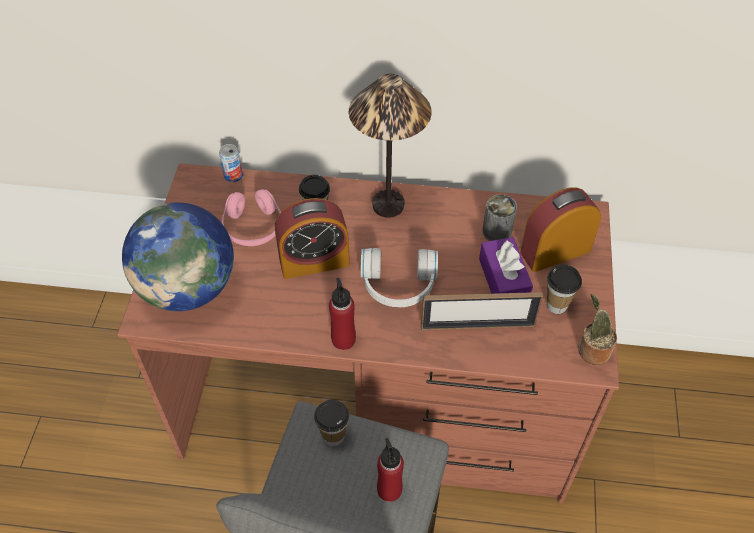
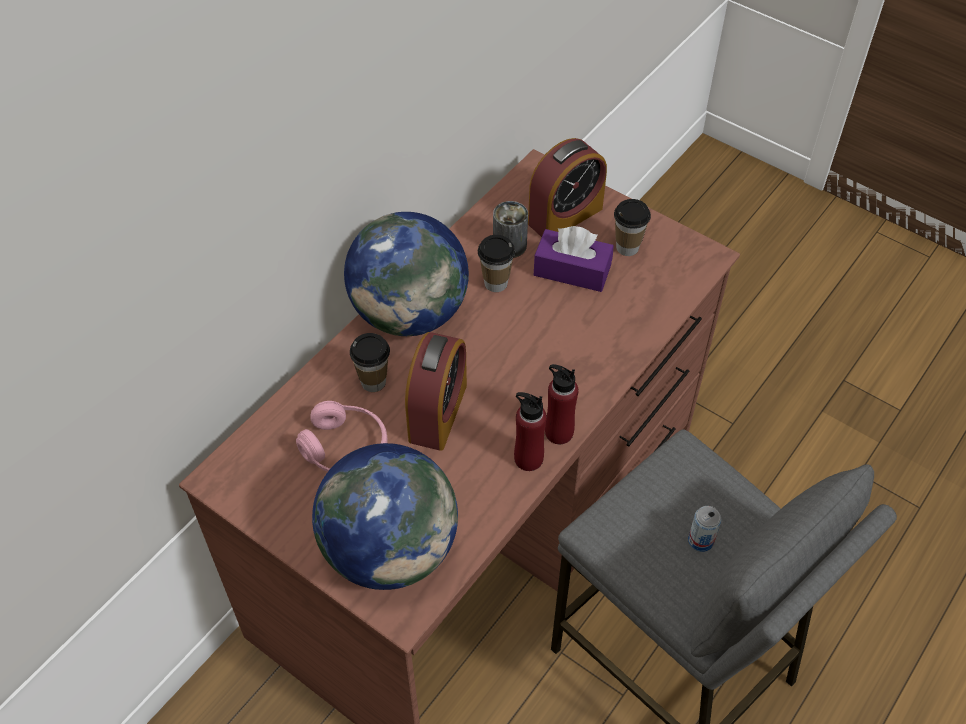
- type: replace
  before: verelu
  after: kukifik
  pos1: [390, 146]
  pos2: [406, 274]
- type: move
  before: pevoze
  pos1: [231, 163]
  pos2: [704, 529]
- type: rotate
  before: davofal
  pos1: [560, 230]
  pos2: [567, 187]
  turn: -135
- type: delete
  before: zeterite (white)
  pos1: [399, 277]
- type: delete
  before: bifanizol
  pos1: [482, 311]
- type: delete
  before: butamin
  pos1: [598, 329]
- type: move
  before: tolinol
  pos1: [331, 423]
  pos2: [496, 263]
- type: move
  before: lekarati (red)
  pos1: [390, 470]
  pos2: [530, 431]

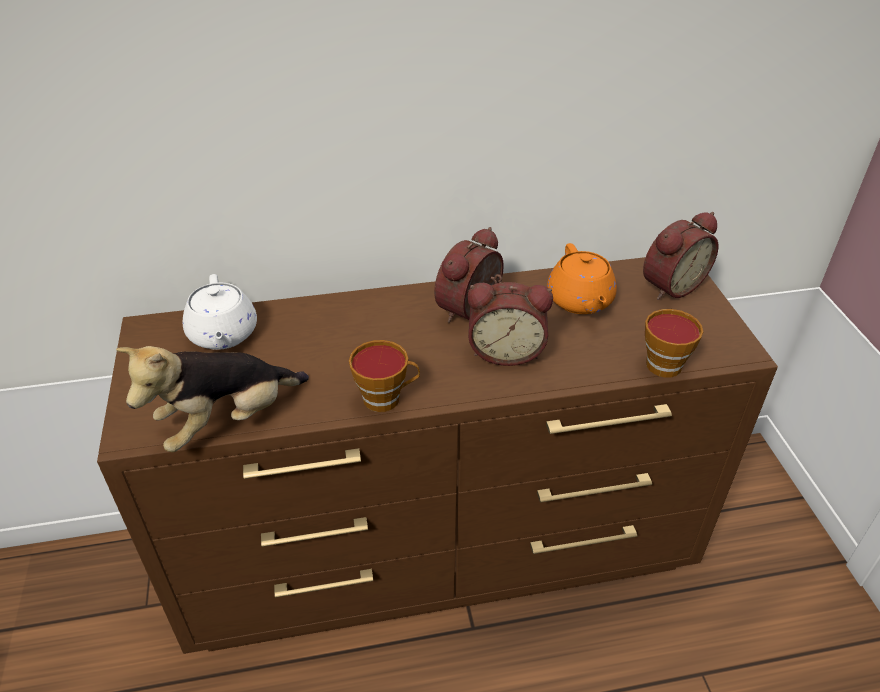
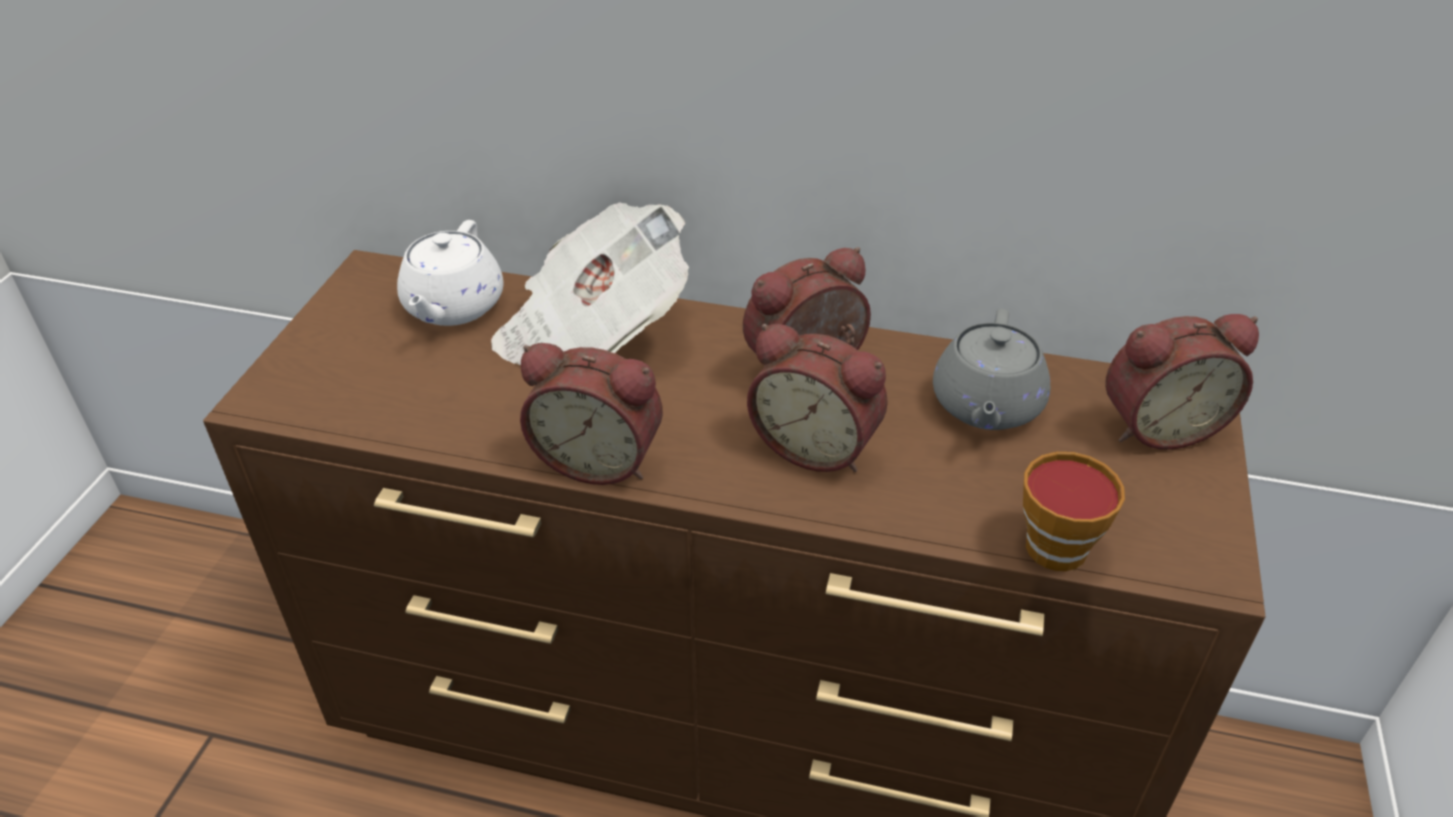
- type: recolor
  before: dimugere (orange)
  after: dimugere (grey)
  pos1: [582, 278]
  pos2: [991, 369]
- type: replace
  before: tolinol
  after: davofal
  pos1: [384, 376]
  pos2: [591, 414]
- type: delete
  before: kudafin
  pos1: [212, 399]
- type: insert
  after: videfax
  pos2: [590, 283]

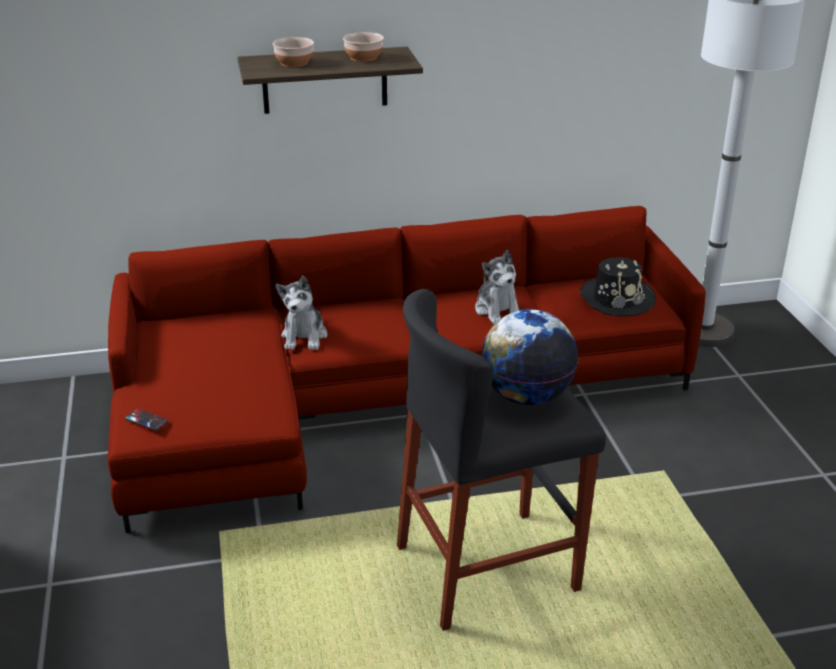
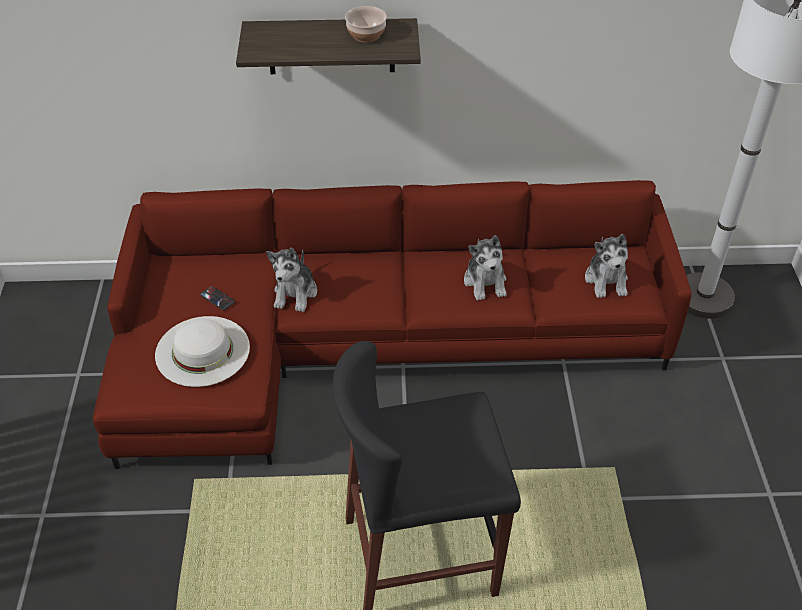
- type: delete
  before: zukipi
  pos1: [293, 52]
- type: replace
  before: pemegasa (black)
  after: kudafin
  pos1: [618, 286]
  pos2: [606, 266]
- type: delete
  before: kukifik
  pos1: [529, 357]
- type: move
  before: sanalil
  pos1: [146, 420]
  pos2: [217, 298]
- type: insert
  after: pemegasa (white)
  pos2: [202, 351]

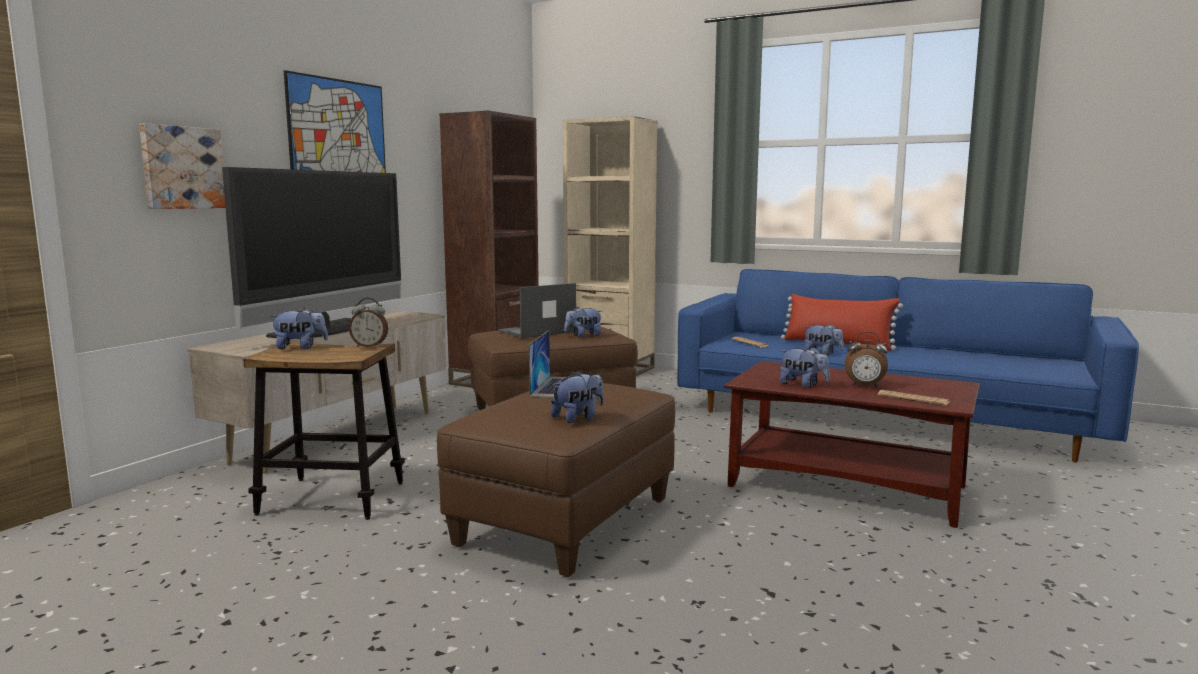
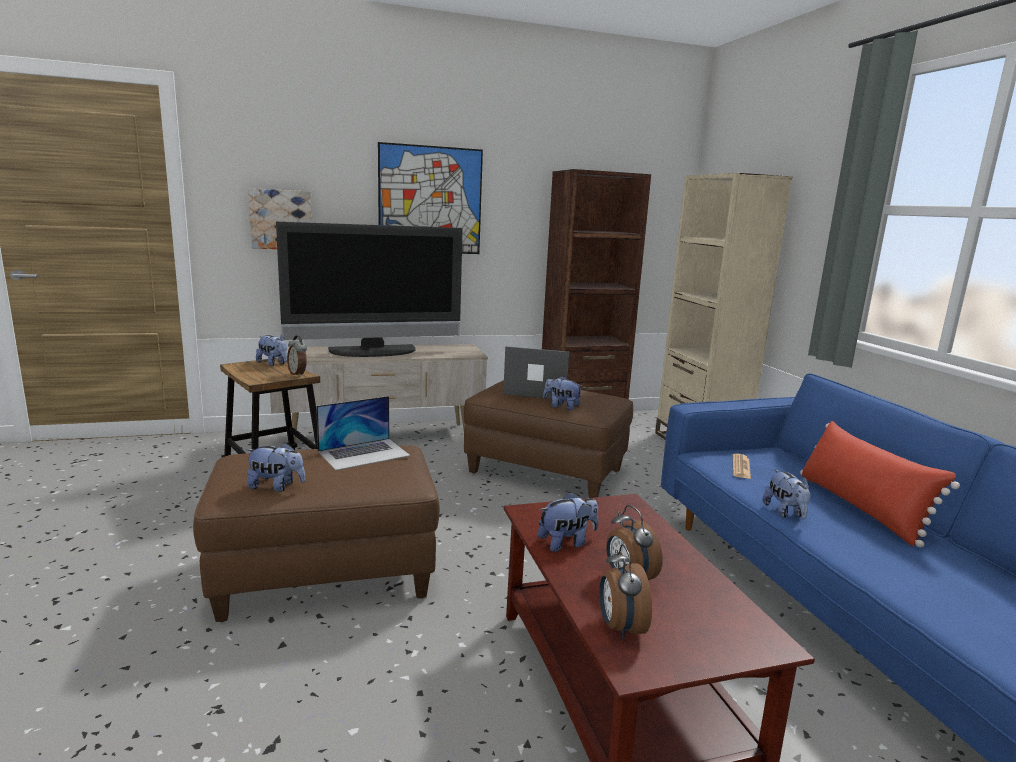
- type: rotate
  before: kudafin
  pos1: [805, 367]
  pos2: [568, 521]
  turn: -105
- type: replace
  before: videfax
  after: davofal
  pos1: [914, 398]
  pos2: [625, 591]

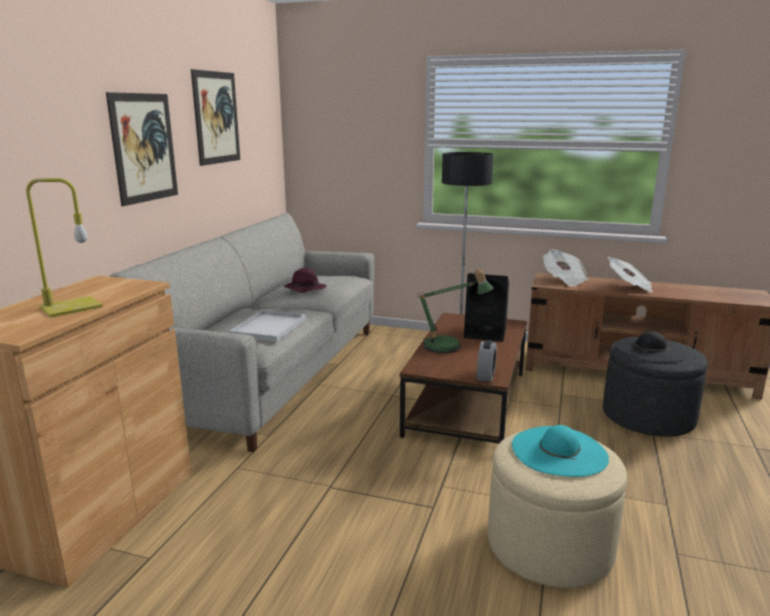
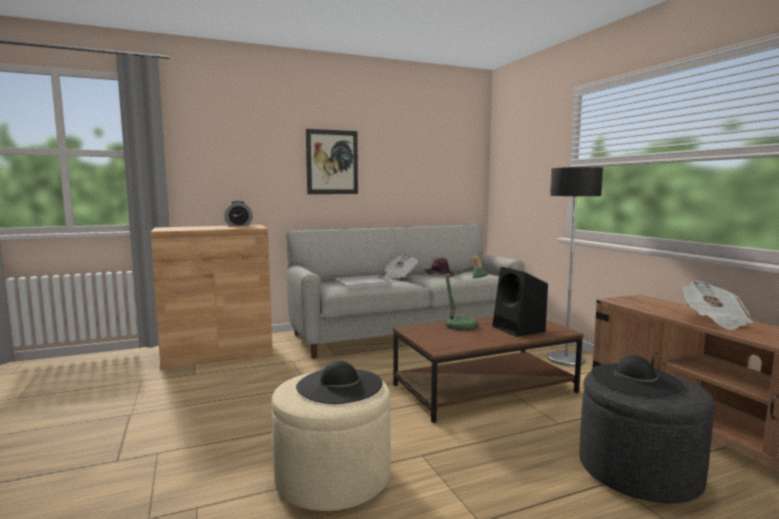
- type: delete
  before: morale
  pos1: [215, 117]
- type: delete
  before: verelu (yellow)
  pos1: [64, 248]
- type: move
  before: videfax
  pos1: [566, 268]
  pos2: [401, 266]
- type: move
  before: davofal
  pos1: [487, 361]
  pos2: [238, 213]
- type: recolor
  before: pemegasa (turquoise)
  after: pemegasa (black)
  pos1: [560, 451]
  pos2: [339, 382]

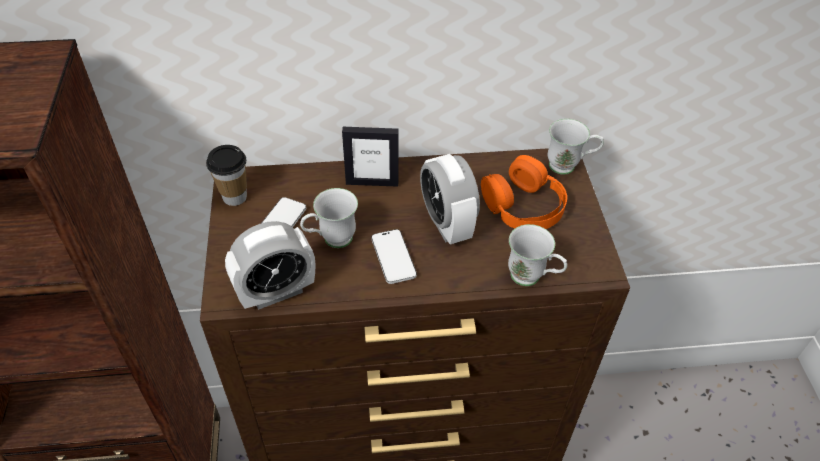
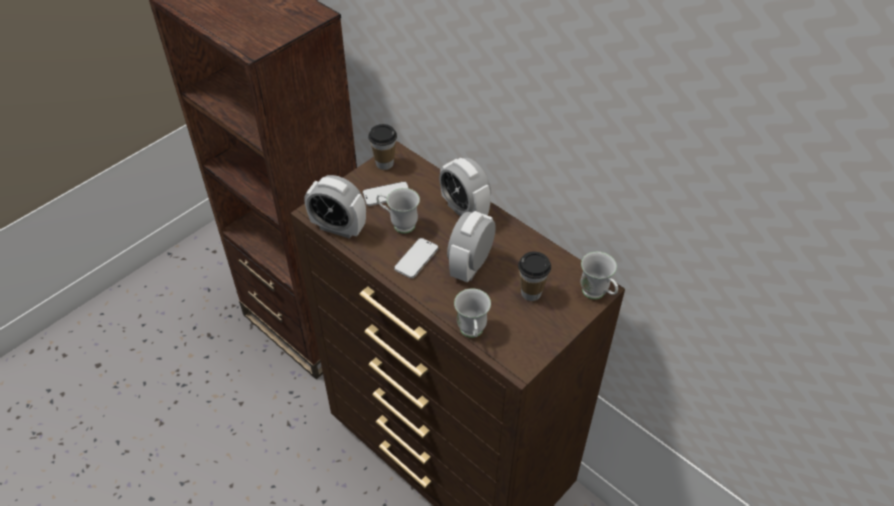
- type: replace
  before: bifanizol
  after: davofal
  pos1: [370, 157]
  pos2: [465, 187]
- type: replace
  before: zeterite (orange)
  after: tolinol
  pos1: [524, 192]
  pos2: [534, 276]

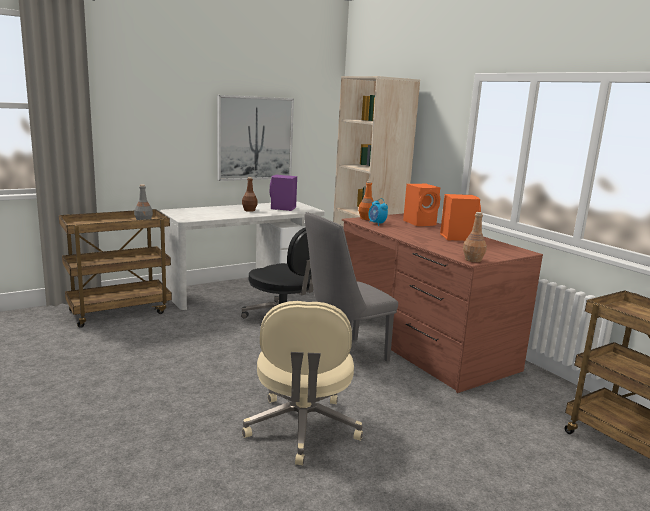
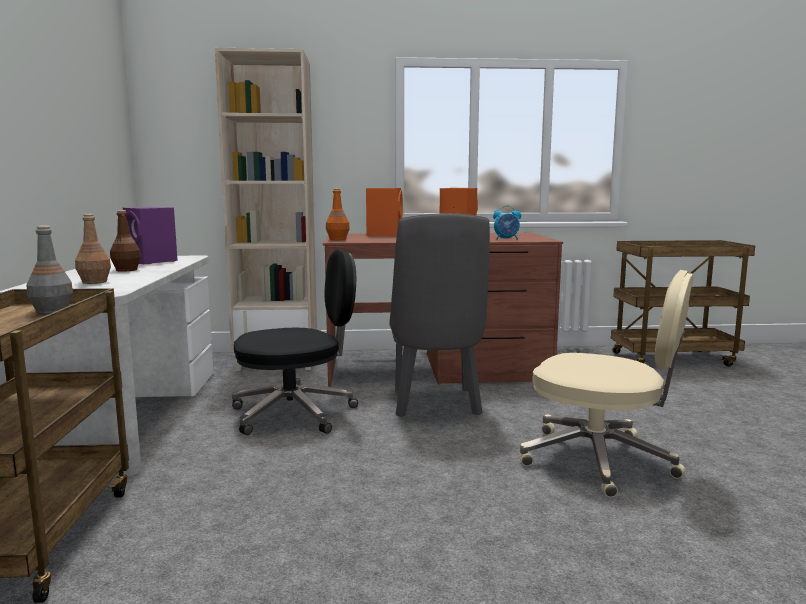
- type: delete
  before: morale
  pos1: [255, 138]
- type: move
  before: davofal
  pos1: [378, 212]
  pos2: [507, 222]
- type: move
  before: lekarati (brown)
  pos1: [475, 237]
  pos2: [93, 249]

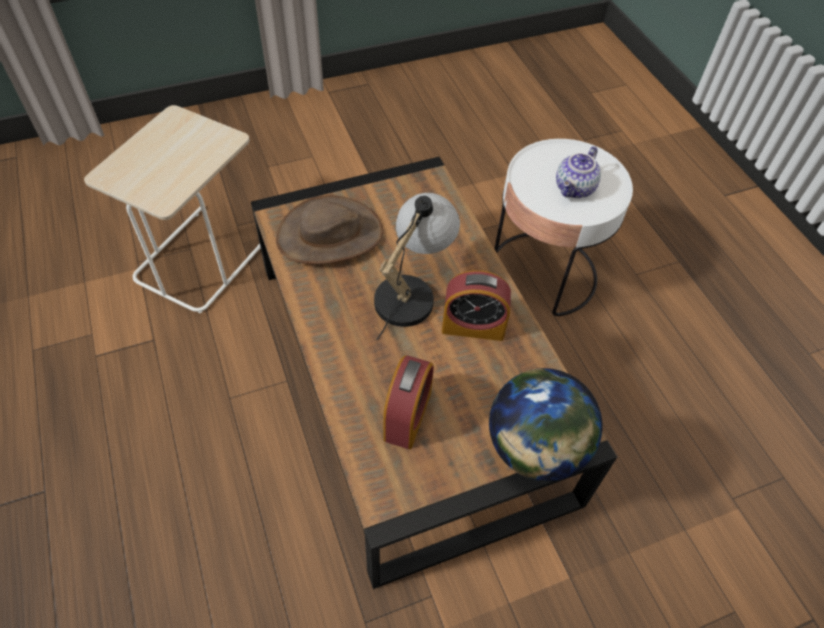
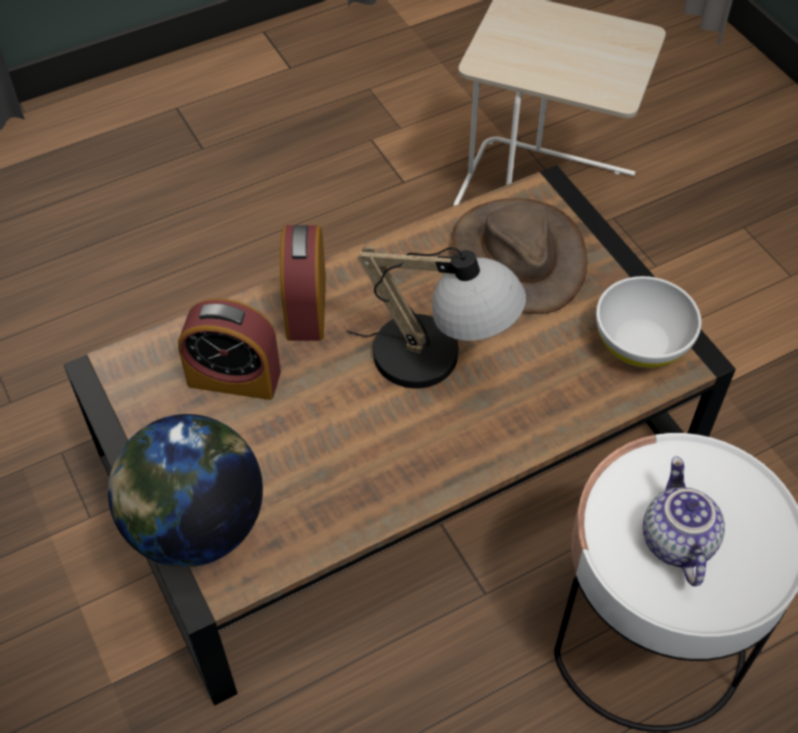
- type: rotate
  before: dimugere
  pos1: [578, 172]
  pos2: [684, 521]
  turn: 60
- type: move
  before: davofal
  pos1: [476, 305]
  pos2: [303, 283]
- type: insert
  after: zukipi (white)
  pos2: [648, 322]

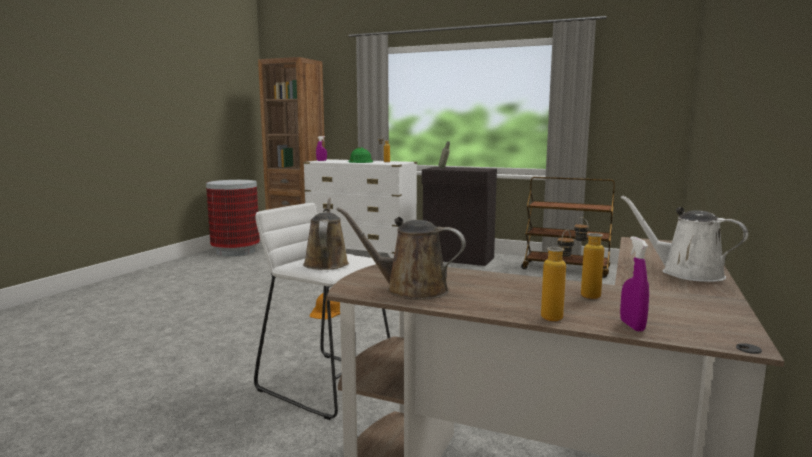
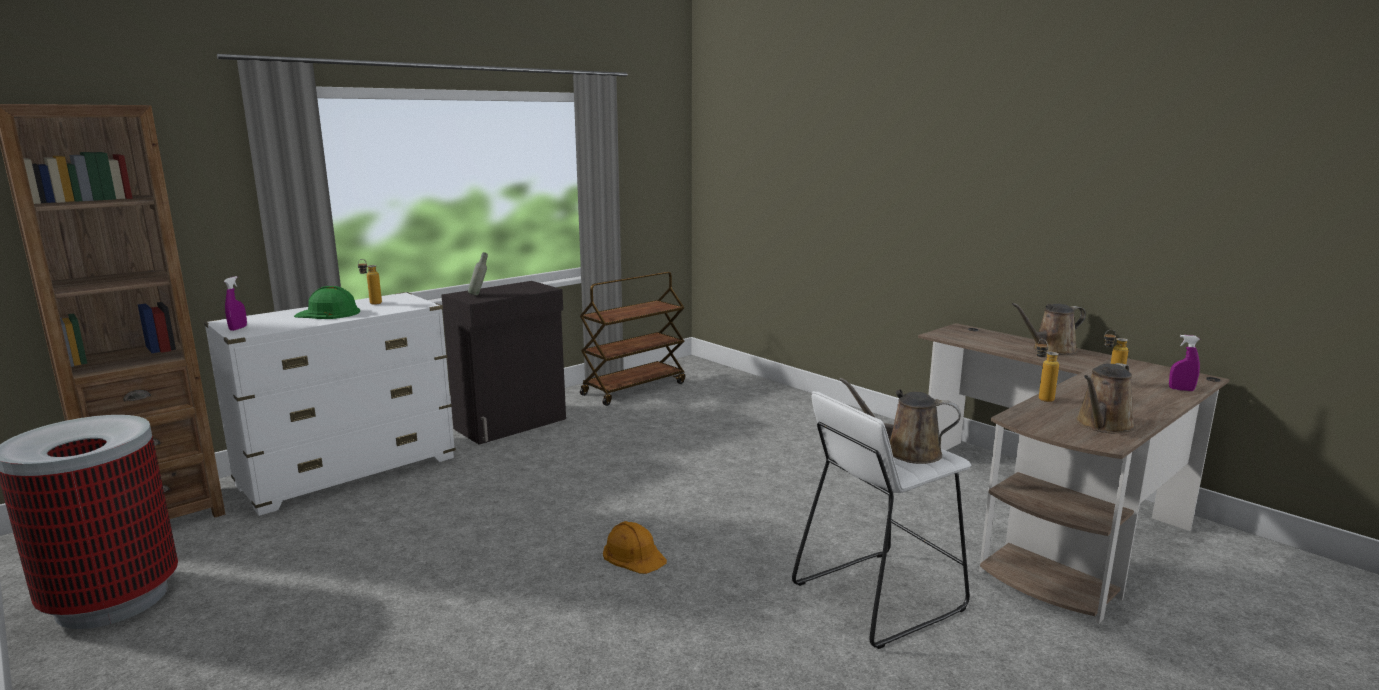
- type: recolor
  before: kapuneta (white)
  after: kapuneta (brown)
  pos1: [684, 238]
  pos2: [1049, 329]
- type: move
  before: lekarati
  pos1: [557, 275]
  pos2: [1047, 370]

